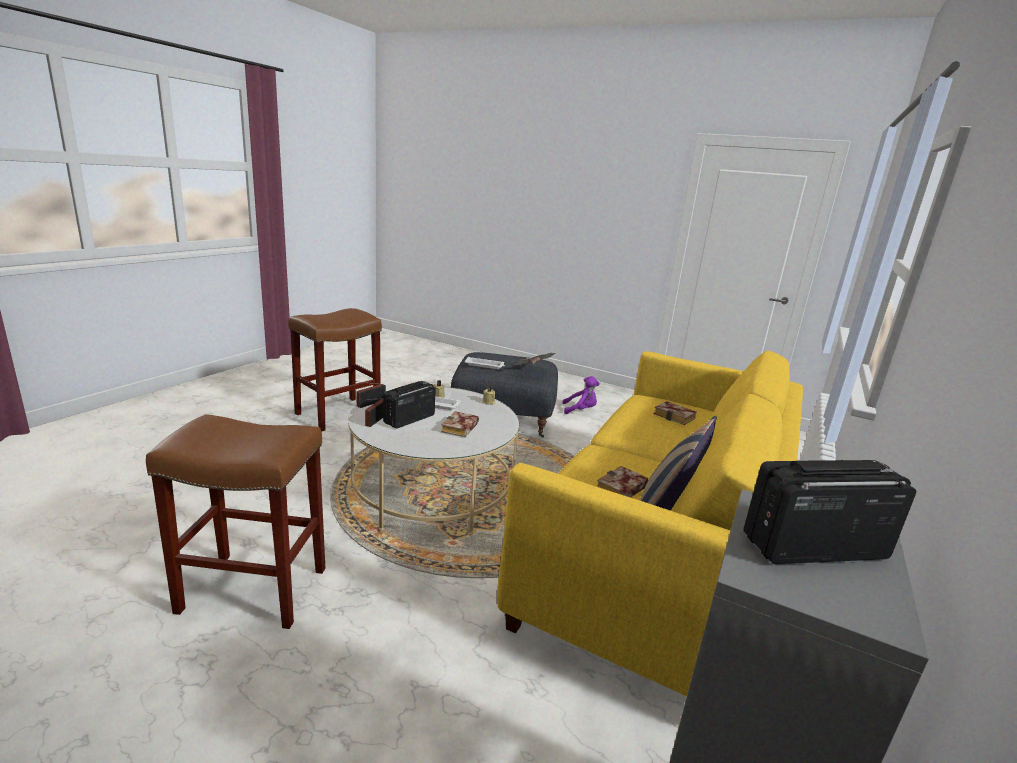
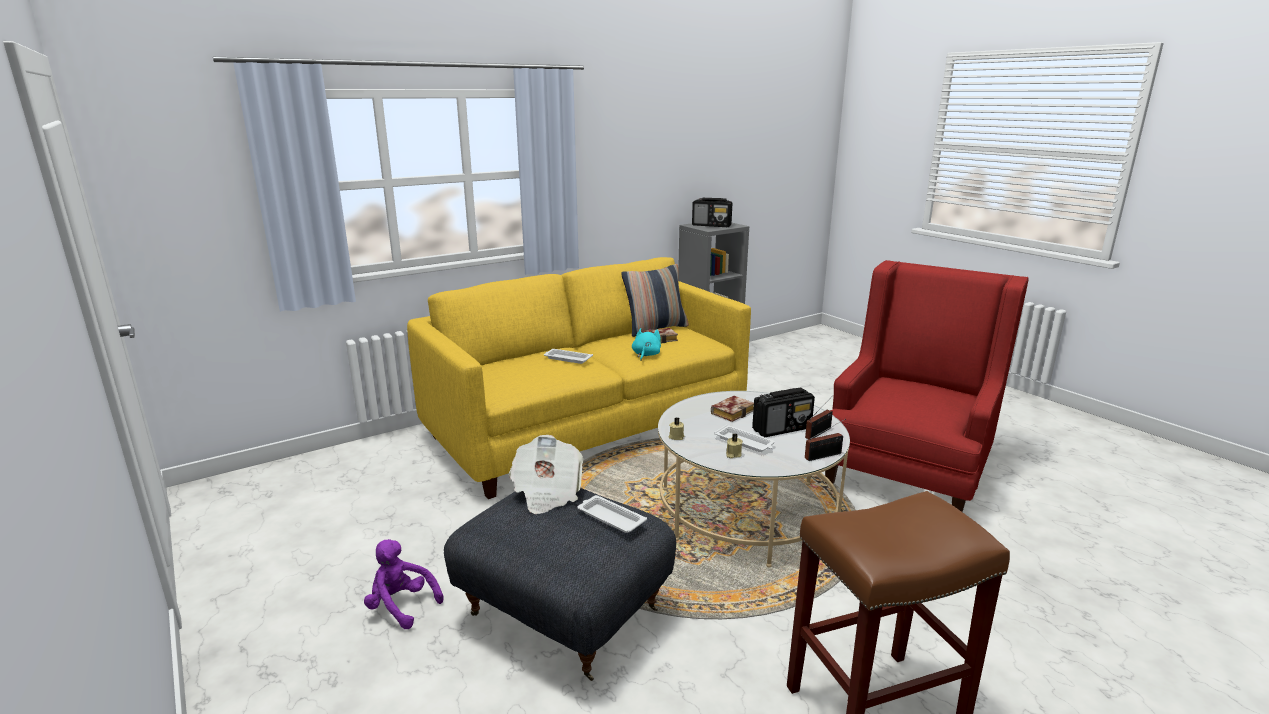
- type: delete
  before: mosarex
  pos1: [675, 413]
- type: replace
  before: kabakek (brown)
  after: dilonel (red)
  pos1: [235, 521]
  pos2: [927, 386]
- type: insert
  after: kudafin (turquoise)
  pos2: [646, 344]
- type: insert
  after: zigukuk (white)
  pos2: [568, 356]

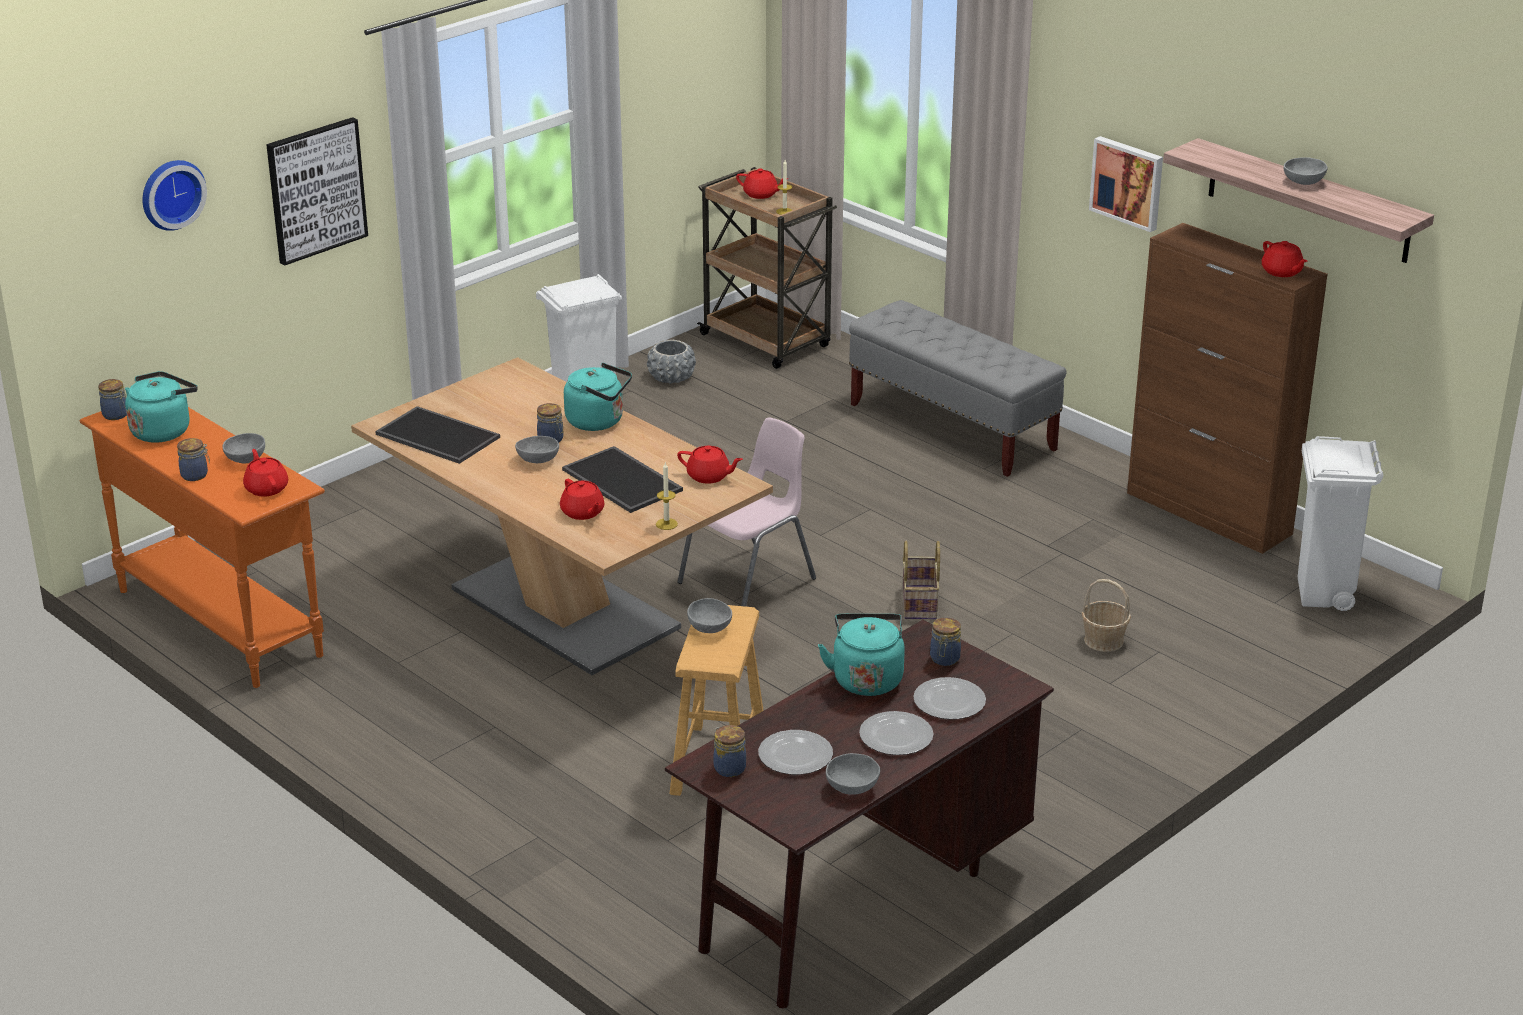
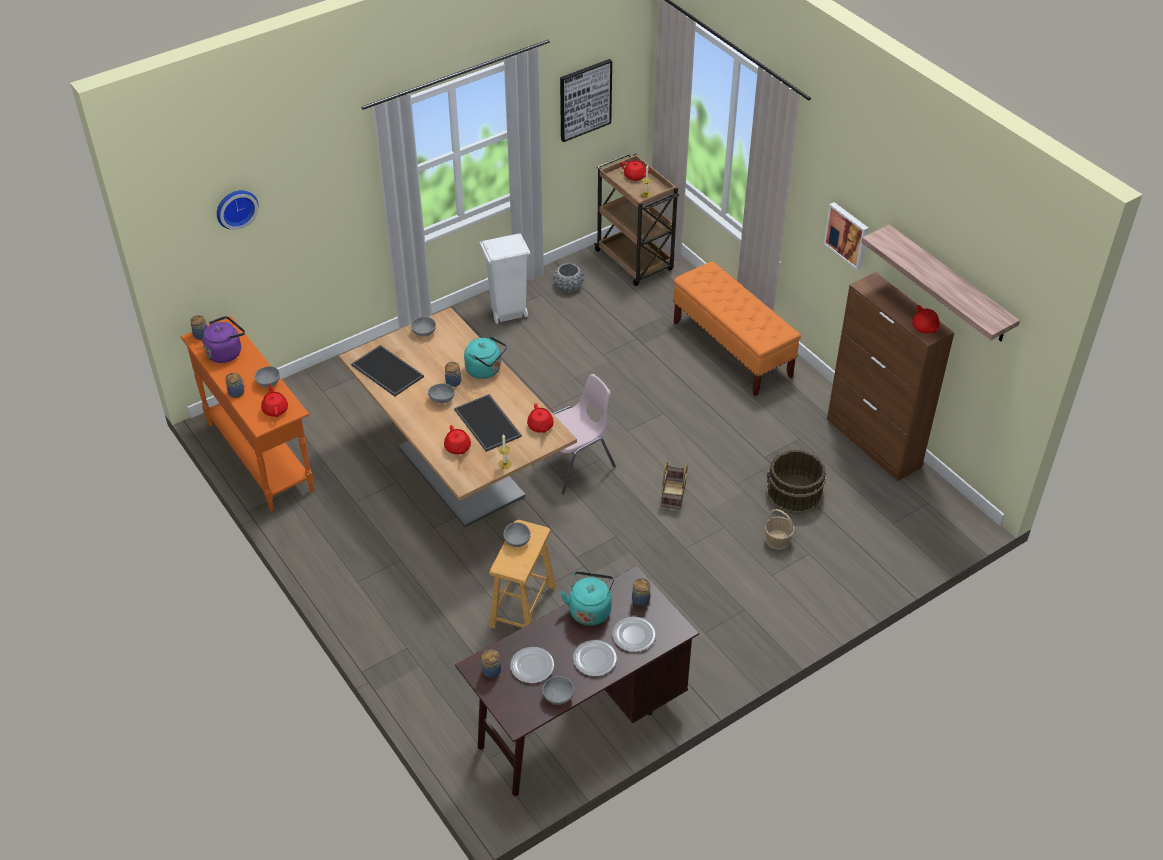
- type: move
  before: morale
  pos1: [317, 191]
  pos2: [586, 100]
- type: move
  before: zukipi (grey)
  pos1: [1306, 171]
  pos2: [423, 326]
- type: recolor
  before: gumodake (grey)
  after: gumodake (orange)
  pos1: [958, 388]
  pos2: [737, 328]
- type: recolor
  before: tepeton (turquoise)
  after: tepeton (purple)
  pos1: [161, 406]
  pos2: [223, 339]
- type: delete
  before: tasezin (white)
  pos1: [1341, 523]
- type: rotate
  before: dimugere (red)
  pos1: [710, 465]
  pos2: [540, 418]
  turn: 45
- type: insert
  after: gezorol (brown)
  pos2: [796, 482]

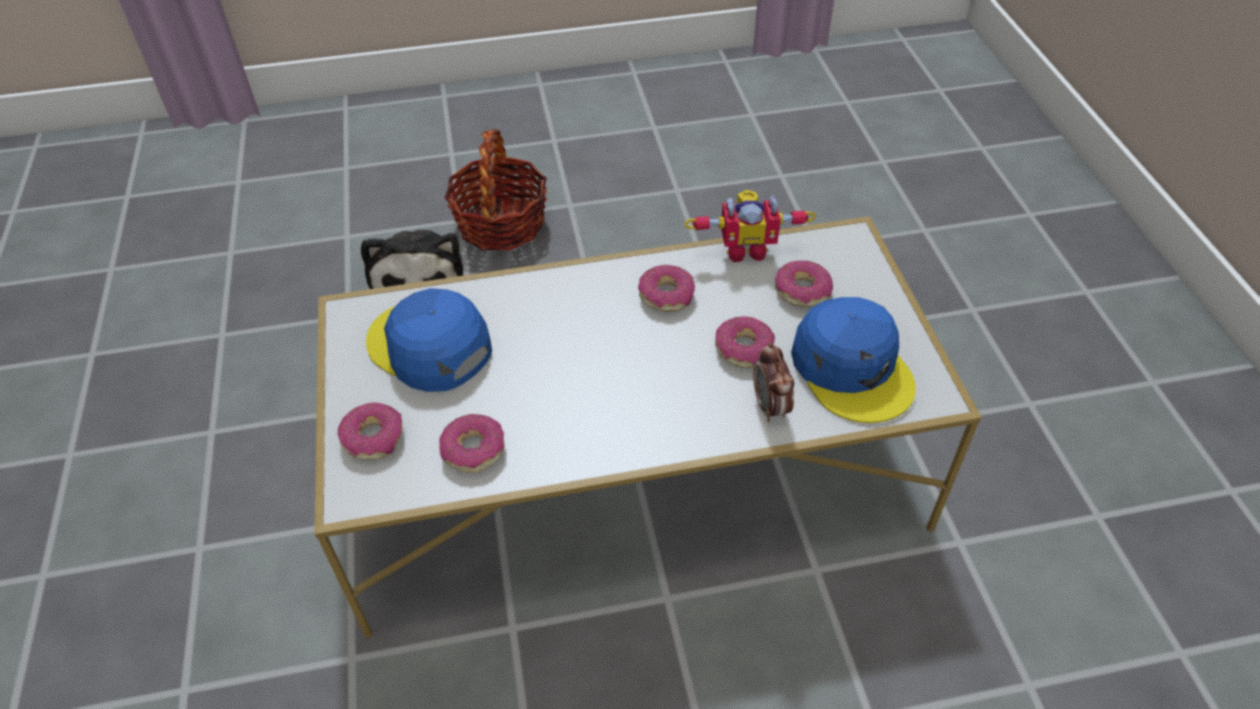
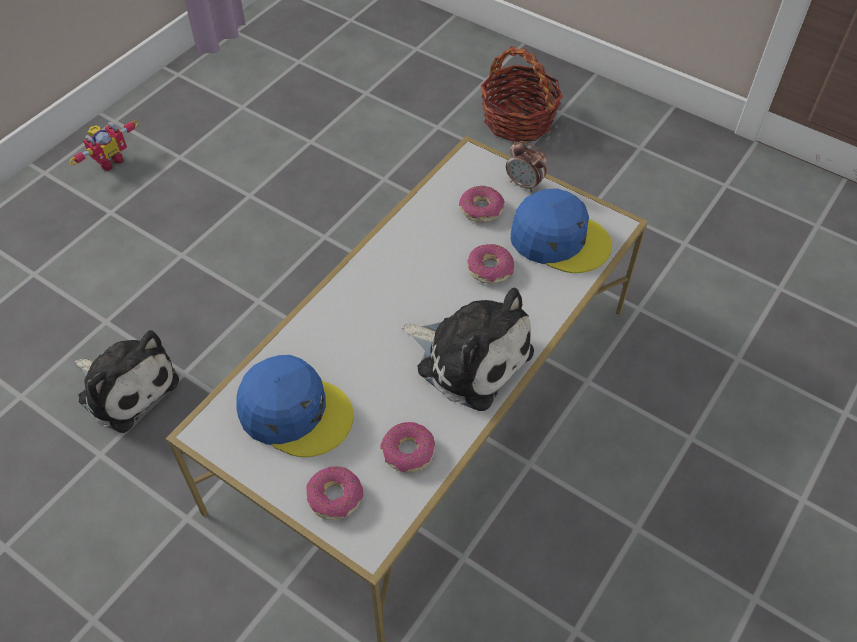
- type: move
  before: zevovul
  pos1: [495, 189]
  pos2: [522, 94]
- type: move
  before: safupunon
  pos1: [750, 226]
  pos2: [104, 145]
- type: delete
  before: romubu
  pos1: [666, 288]
- type: rotate
  before: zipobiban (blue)
  pos1: [429, 340]
  pos2: [295, 406]
  turn: -150
- type: move
  before: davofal
  pos1: [773, 382]
  pos2: [526, 166]
- type: insert
  after: kudafin
  pos2: [467, 349]

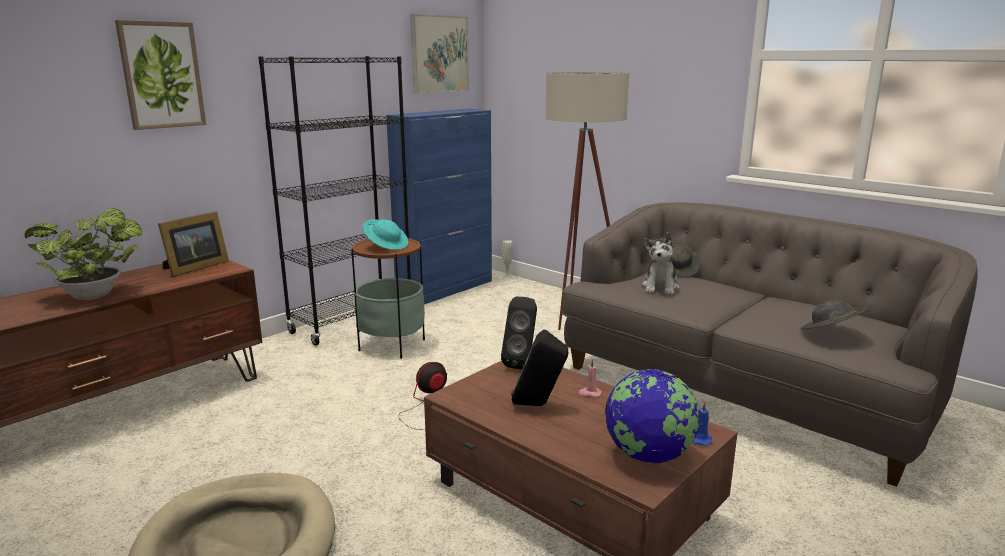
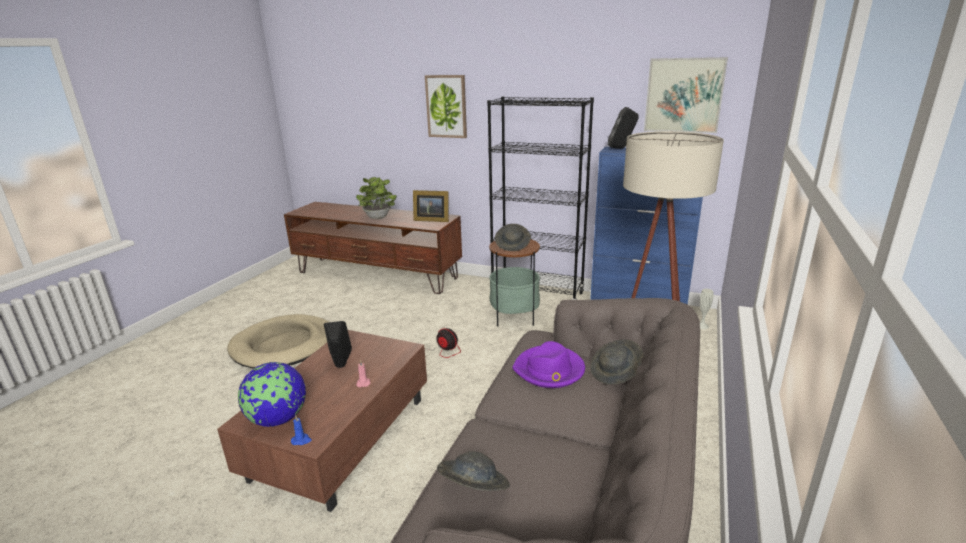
- type: recolor
  before: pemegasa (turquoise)
  after: pemegasa (grey)
  pos1: [385, 234]
  pos2: [513, 237]
- type: replace
  before: kudafin
  after: pemegasa (purple)
  pos1: [661, 263]
  pos2: [548, 364]
- type: move
  before: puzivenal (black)
  pos1: [519, 333]
  pos2: [623, 128]

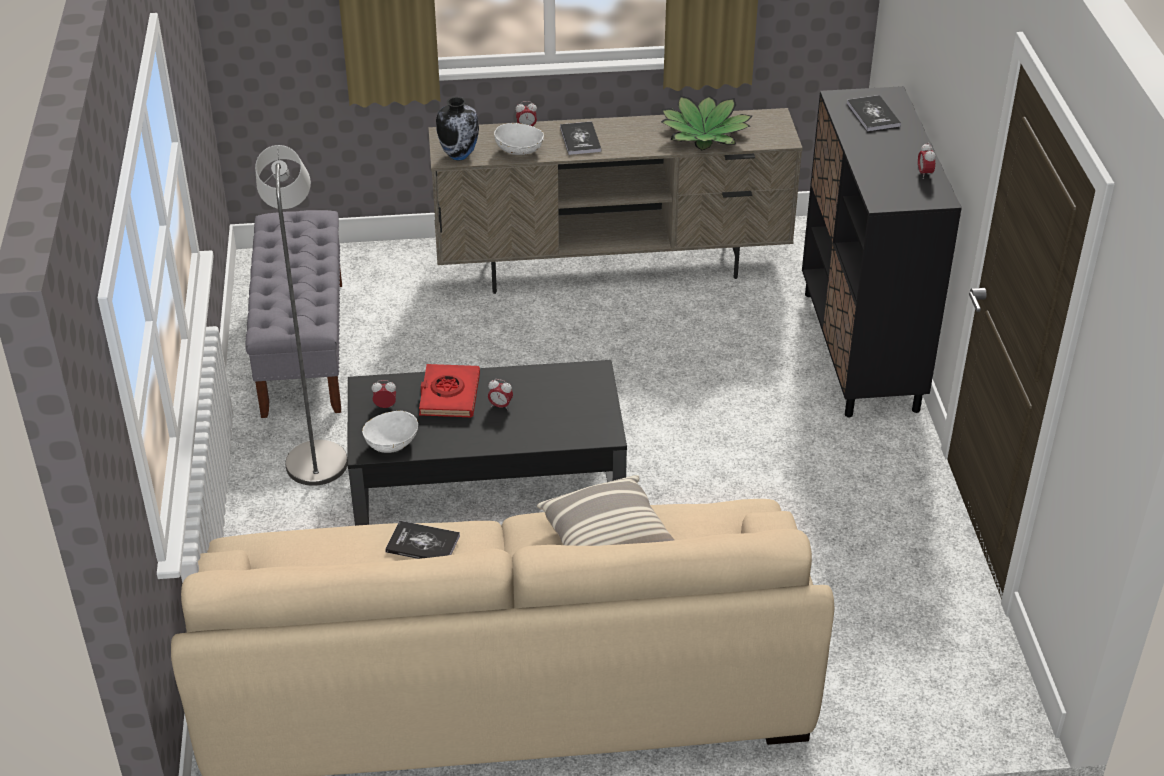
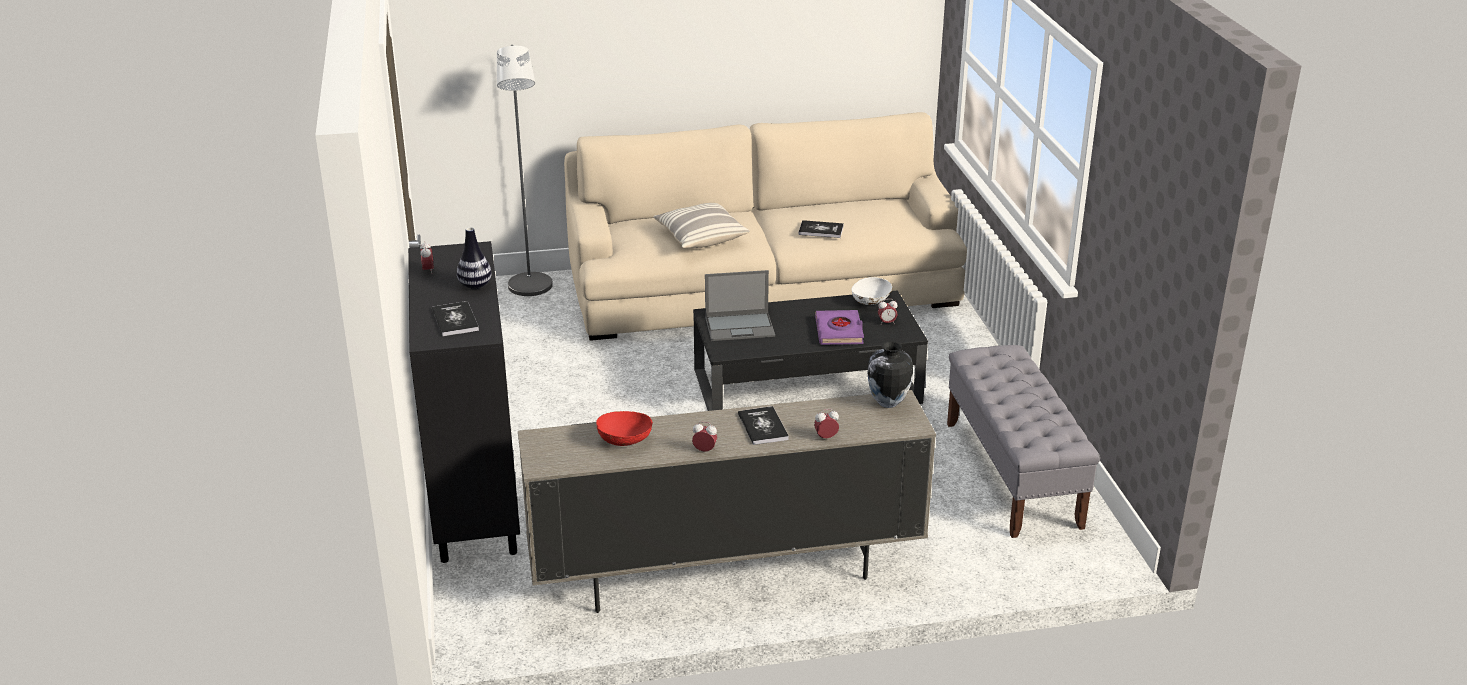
- type: replace
  before: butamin
  after: zukipi (red)
  pos1: [706, 123]
  pos2: [624, 428]
- type: delete
  before: zukipi (white)
  pos1: [519, 139]
- type: move
  before: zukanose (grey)
  pos1: [301, 315]
  pos2: [525, 170]
- type: recolor
  before: mosarex (red)
  after: mosarex (purple)
  pos1: [449, 390]
  pos2: [839, 327]
- type: move
  before: davofal
  pos1: [500, 394]
  pos2: [704, 436]
- type: insert
  after: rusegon
  pos2: [474, 258]
- type: insert
  after: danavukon
  pos2: [740, 305]

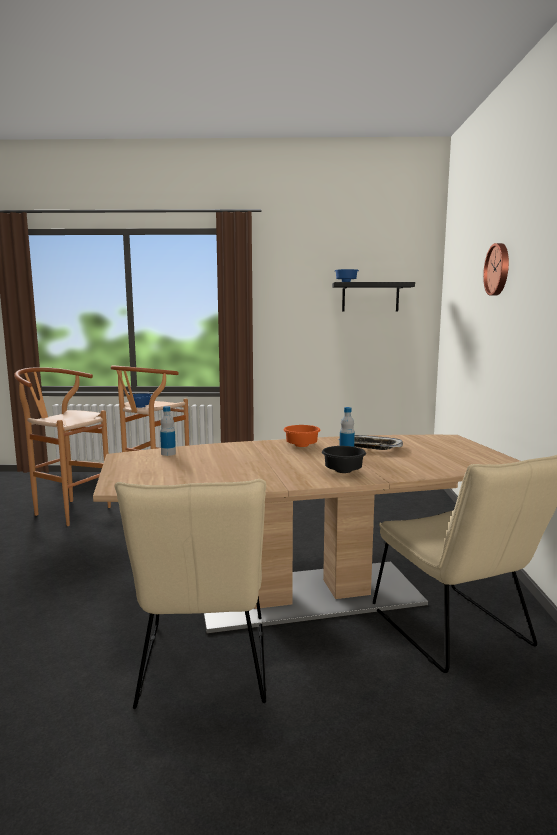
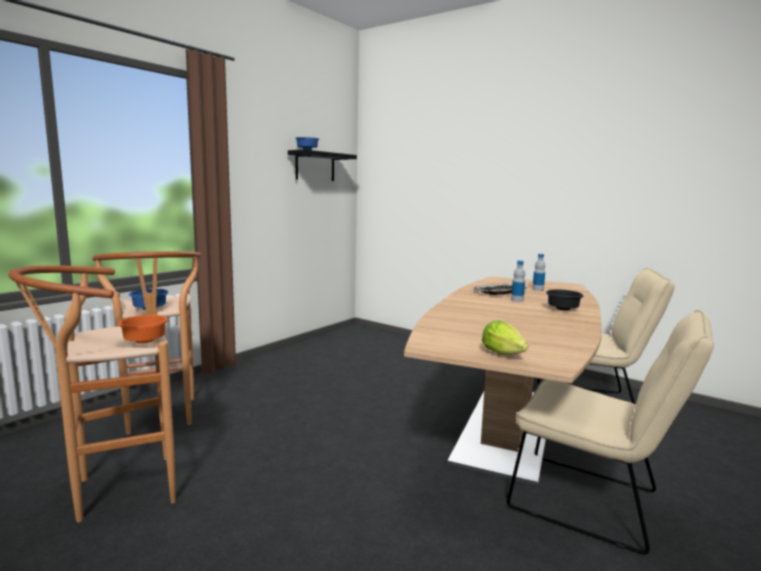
- type: delete
  before: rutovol
  pos1: [496, 269]
- type: move
  before: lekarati
  pos1: [168, 431]
  pos2: [538, 272]
- type: move
  before: zukipi (orange)
  pos1: [301, 436]
  pos2: [143, 329]
- type: insert
  after: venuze
  pos2: [505, 337]

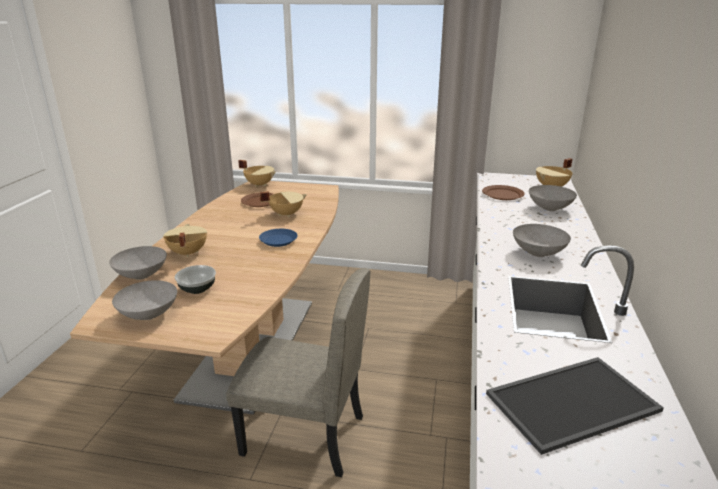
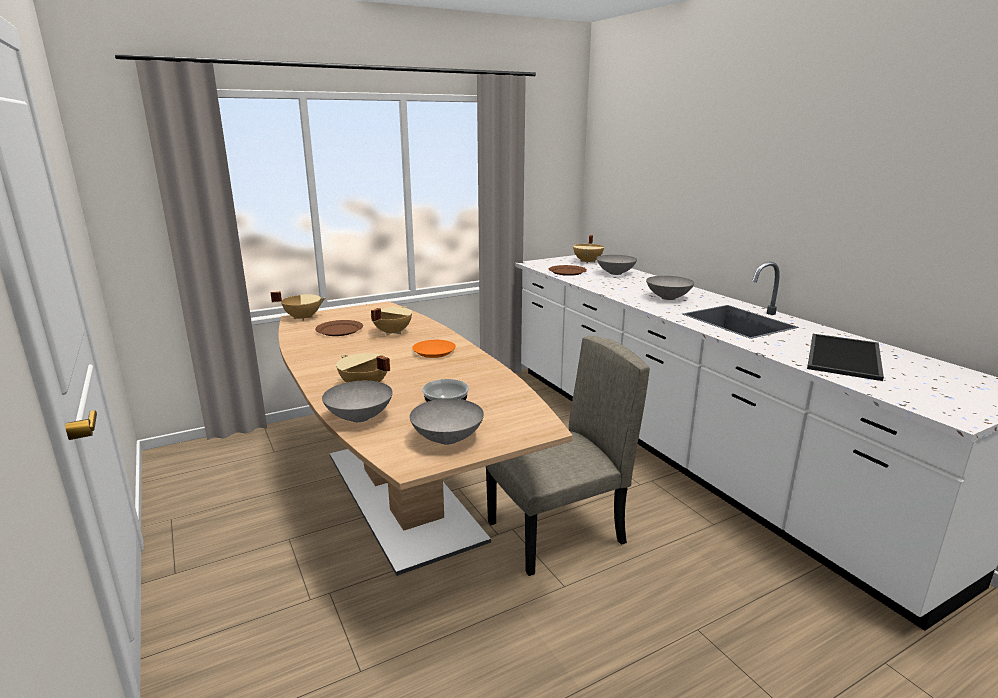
- type: recolor
  before: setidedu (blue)
  after: setidedu (orange)
  pos1: [278, 238]
  pos2: [434, 349]

